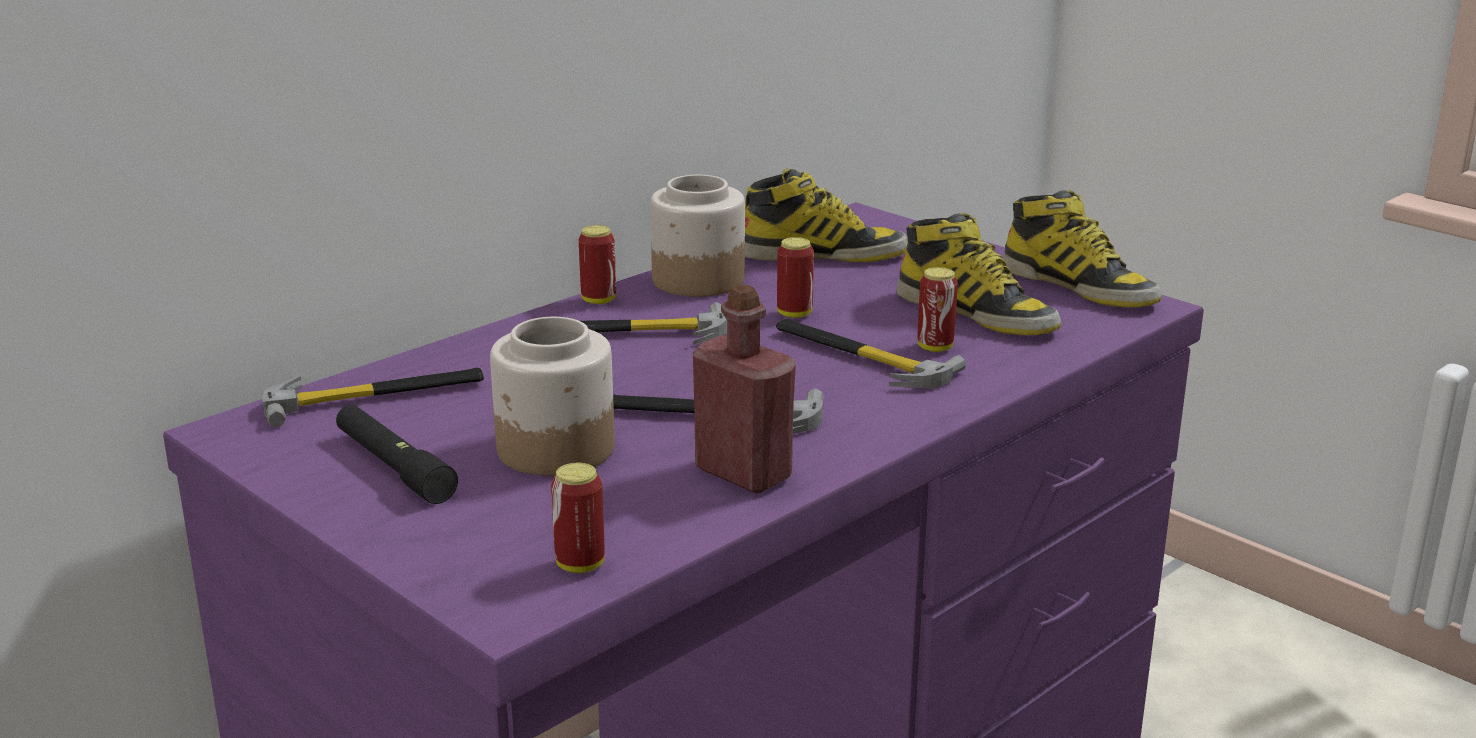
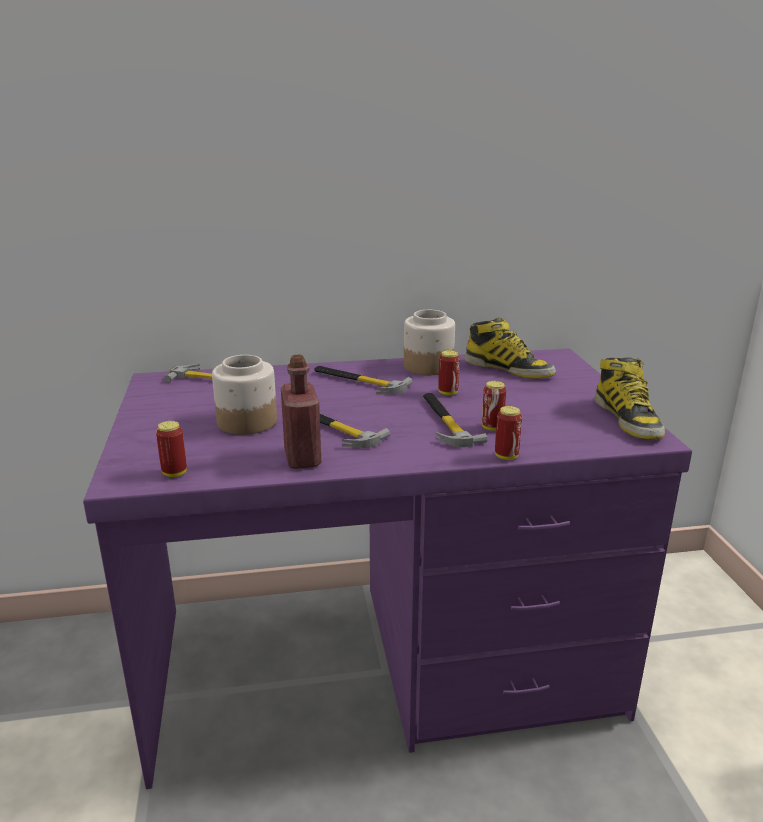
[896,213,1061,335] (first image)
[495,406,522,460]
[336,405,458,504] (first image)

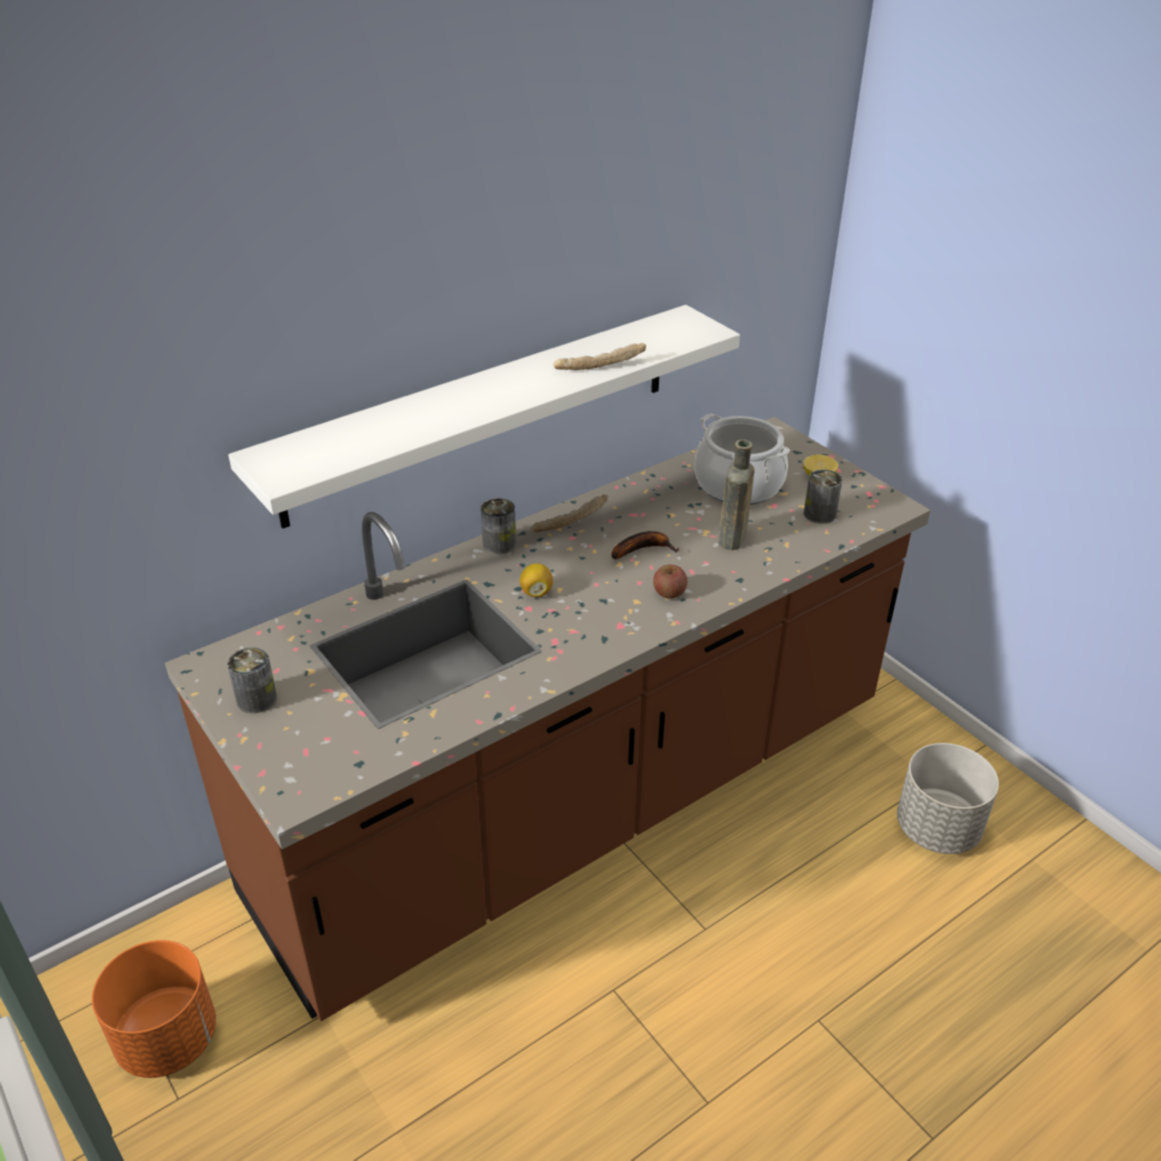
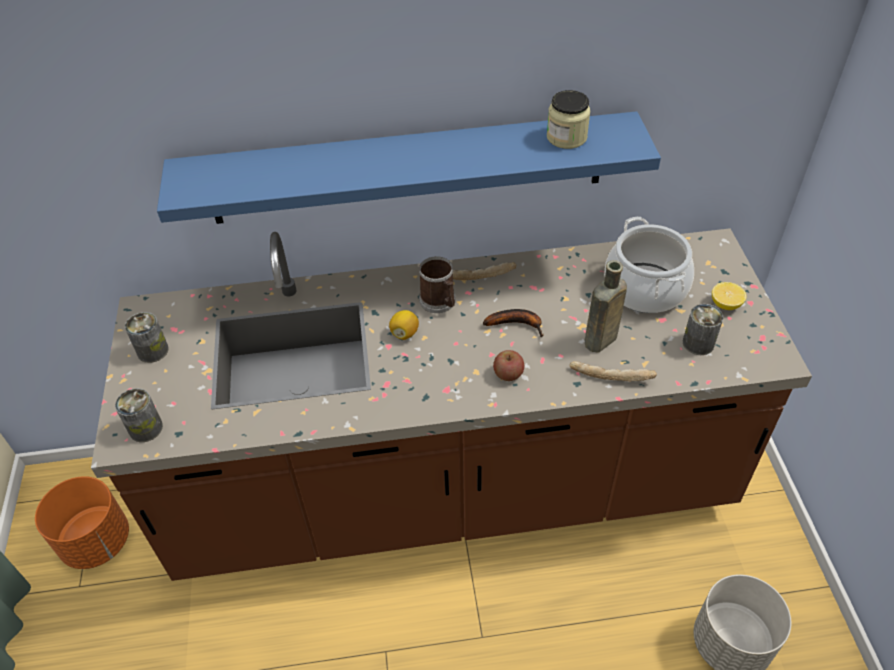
[157,111,661,224]
[569,361,657,382]
[115,388,163,442]
[547,90,591,149]
[419,256,456,313]

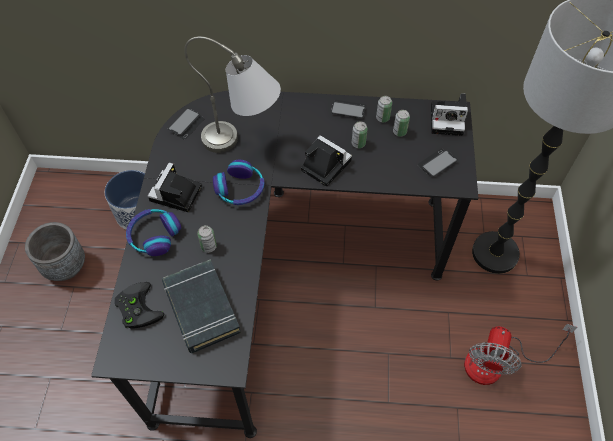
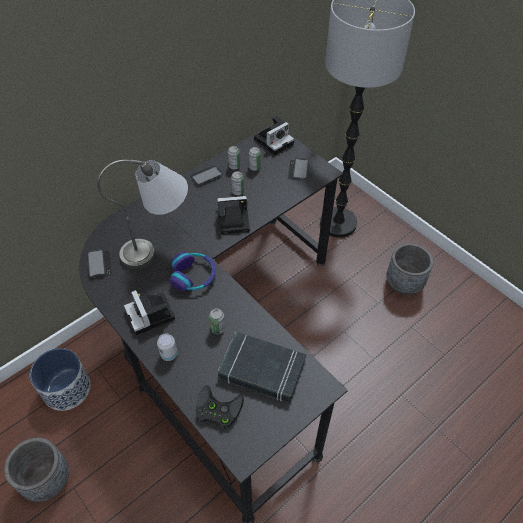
[157,334,177,361]
[387,243,434,295]

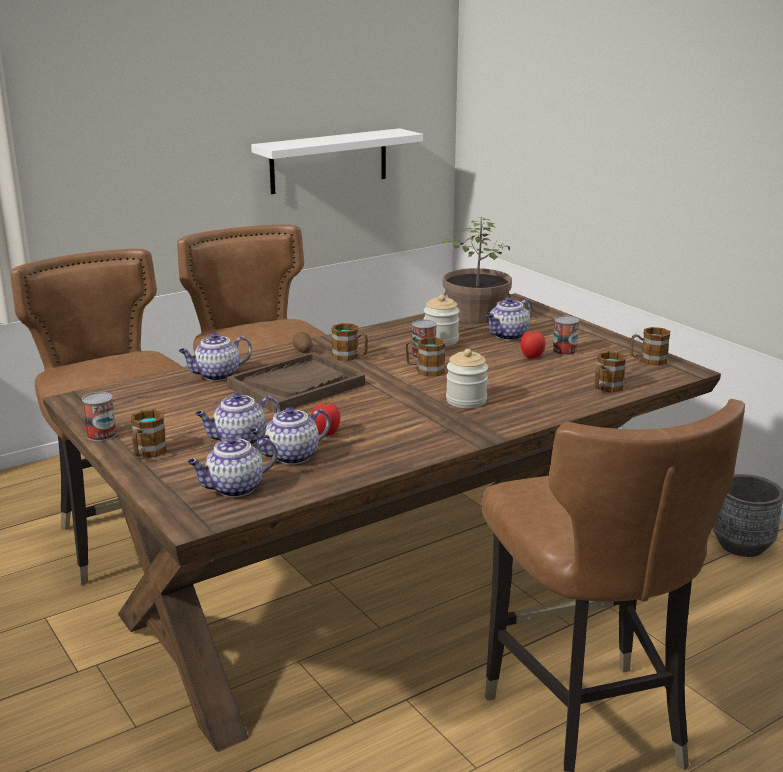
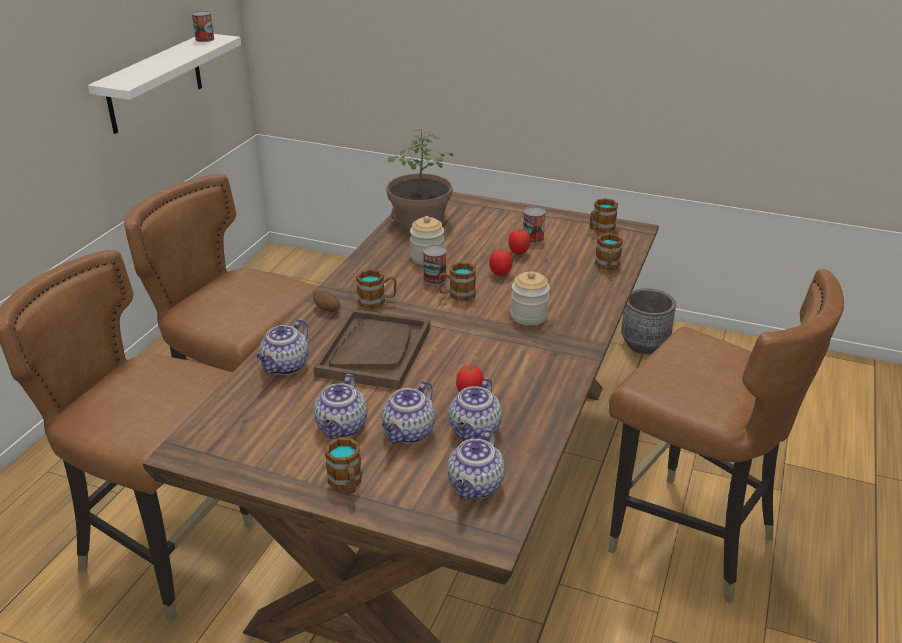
[314,374,367,439]
[191,11,214,42]
[489,249,513,276]

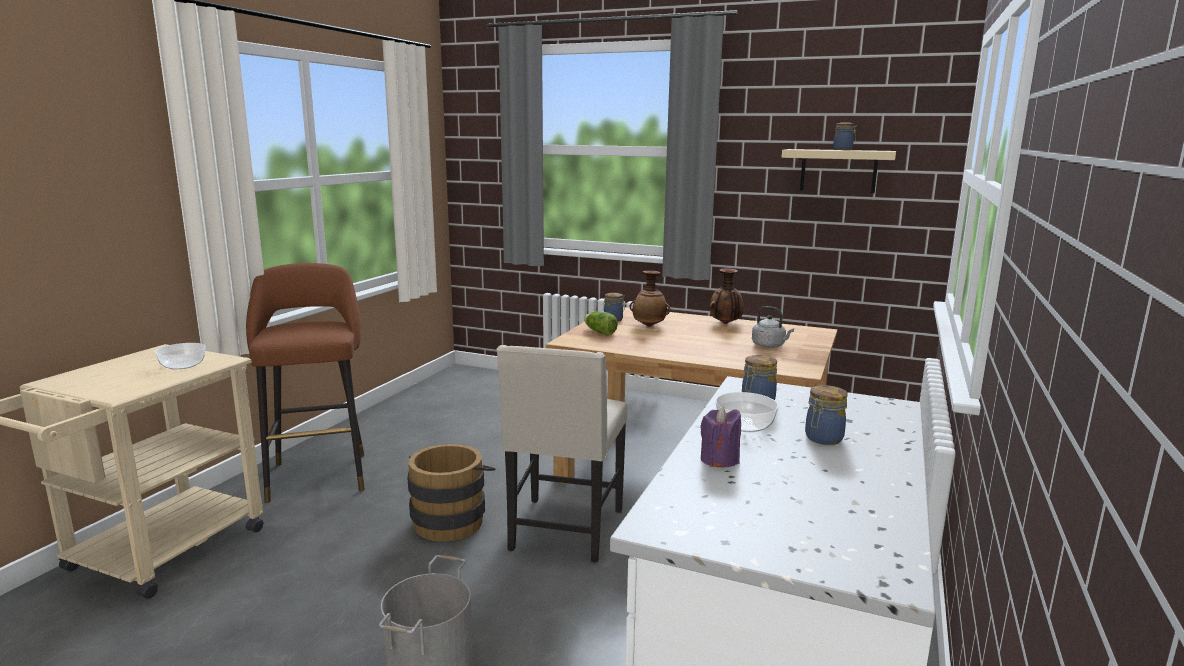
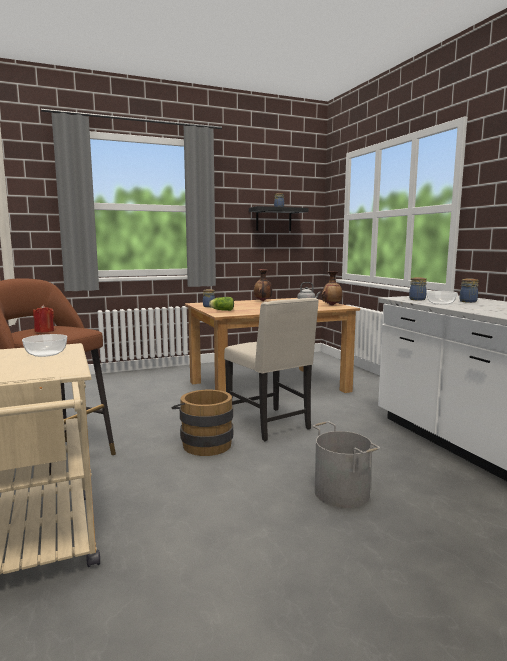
[249,206,309,231]
[322,272,343,306]
[700,407,741,467] (first image)
[33,305,54,333]

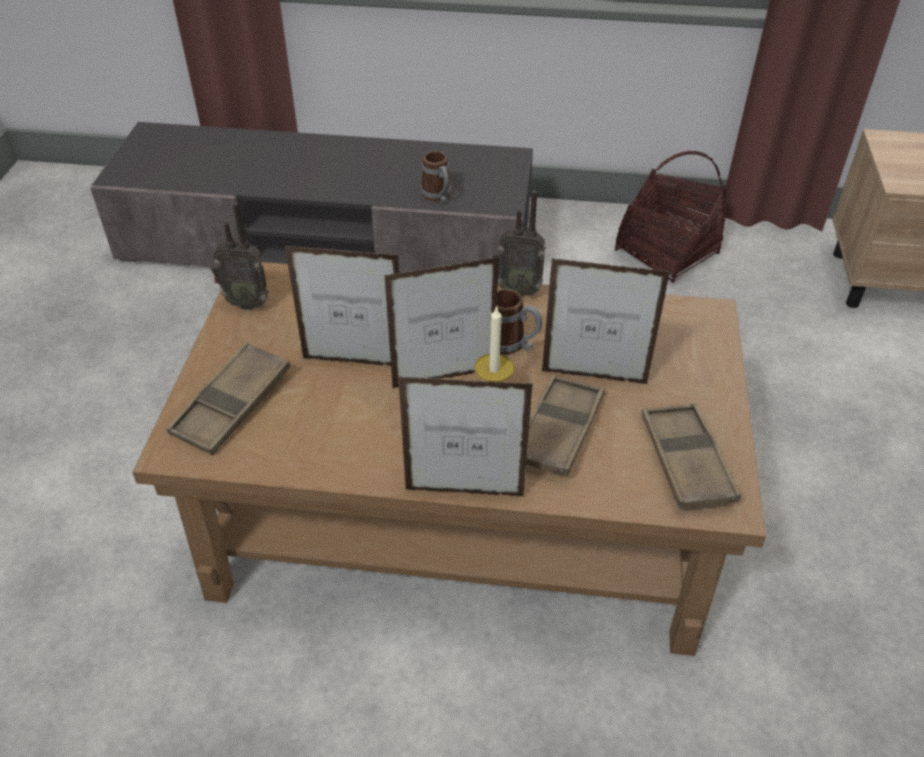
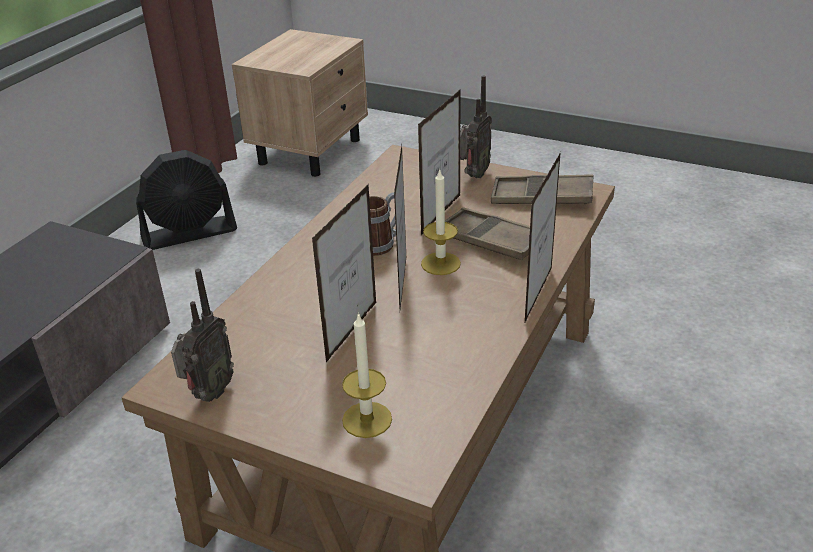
[421,151,451,202] (first image)
[136,150,237,250]
[460,76,492,178]
[342,312,392,438]

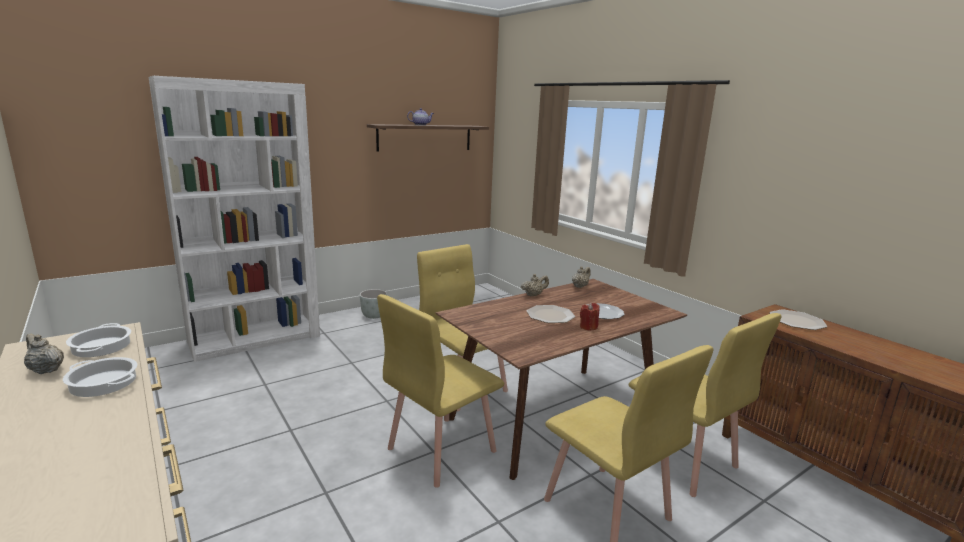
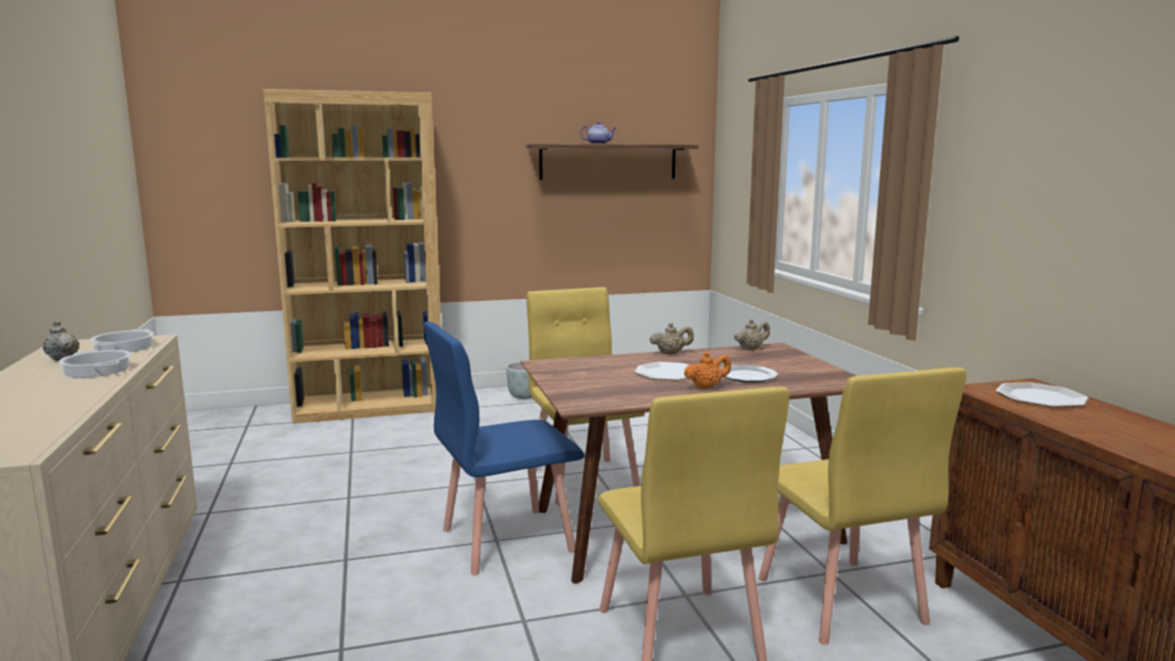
[263,89,441,424]
[424,322,584,576]
[684,352,731,389]

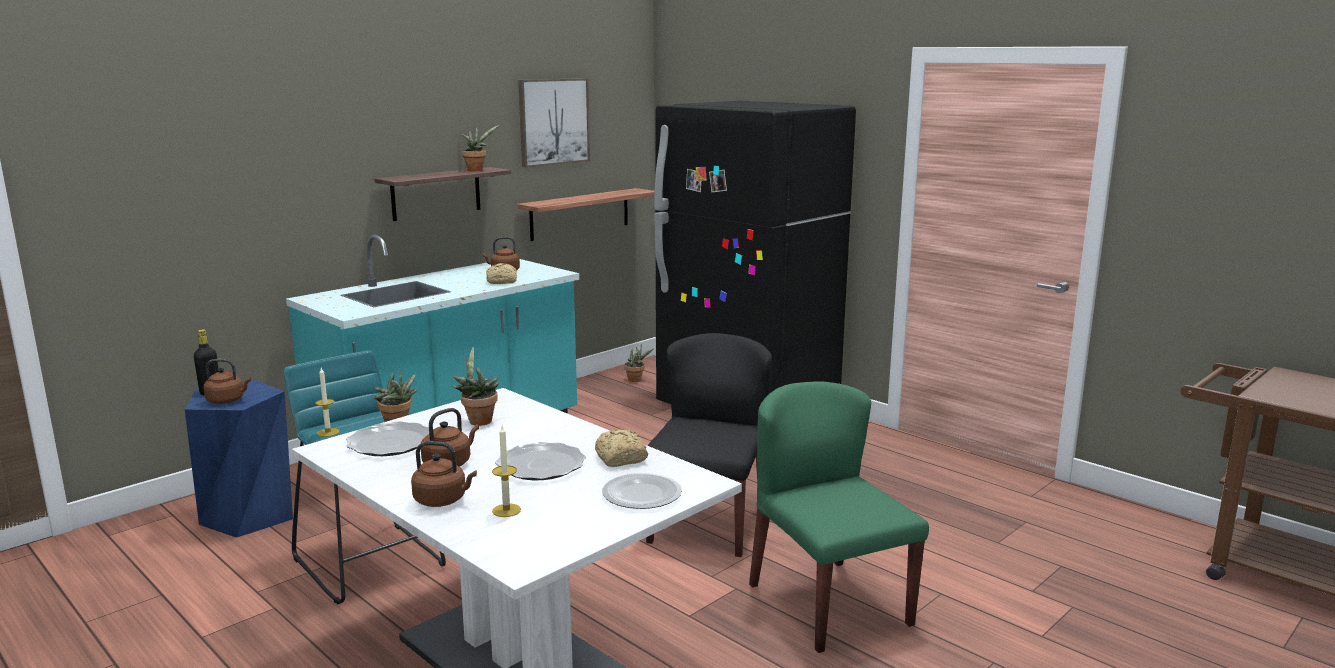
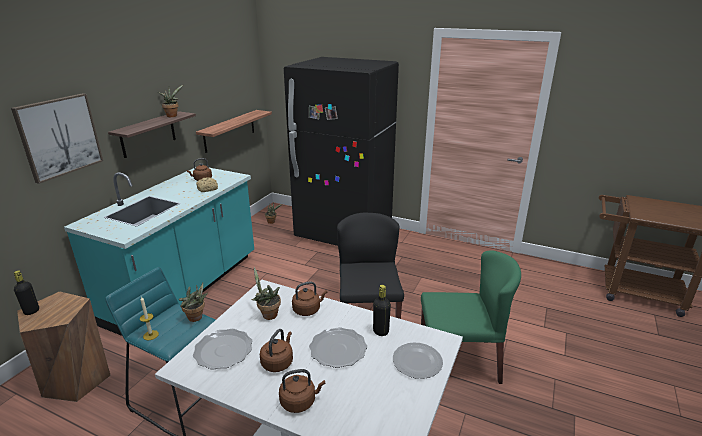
[11,93,103,184]
[292,281,327,316]
[17,291,111,402]
[421,250,521,384]
[492,426,521,517] (first image)
[373,285,391,336]

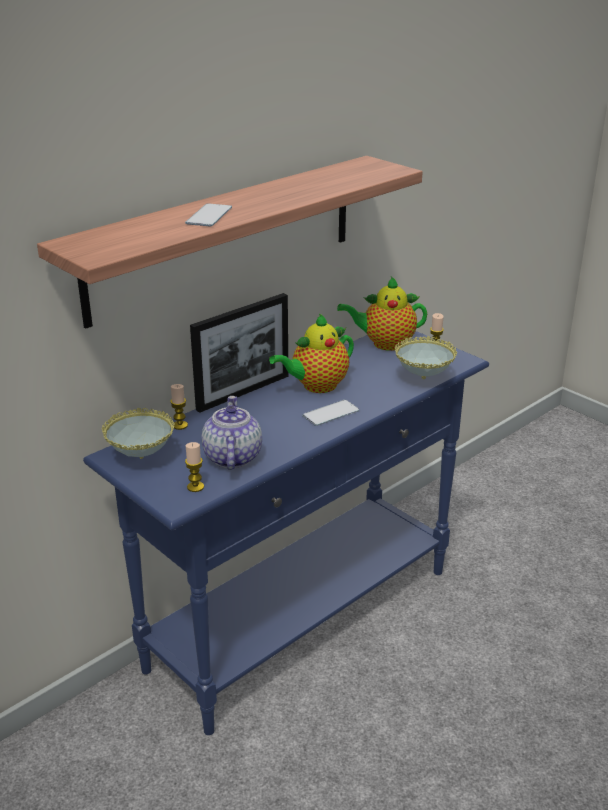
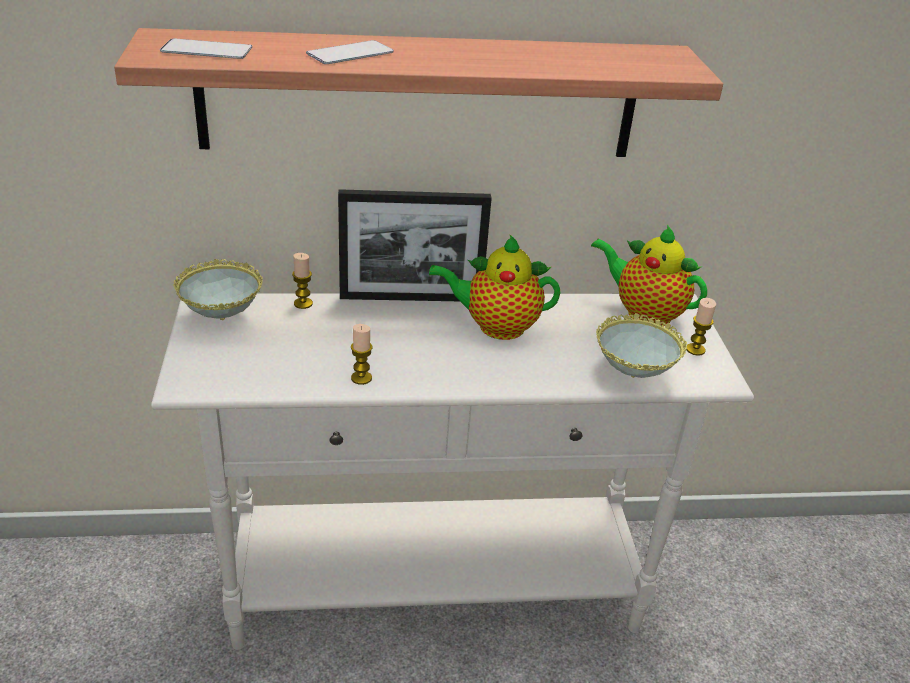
[151,293,754,650]
[202,396,262,470] (first image)
[160,38,252,59]
[351,324,372,385]

